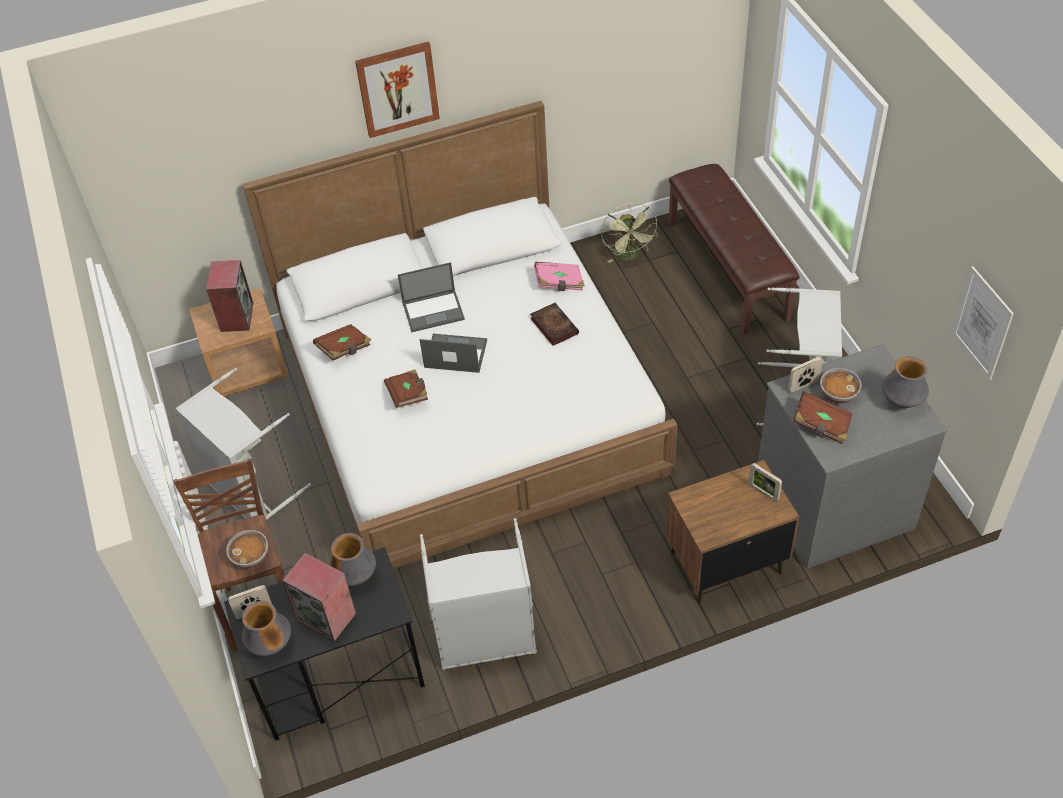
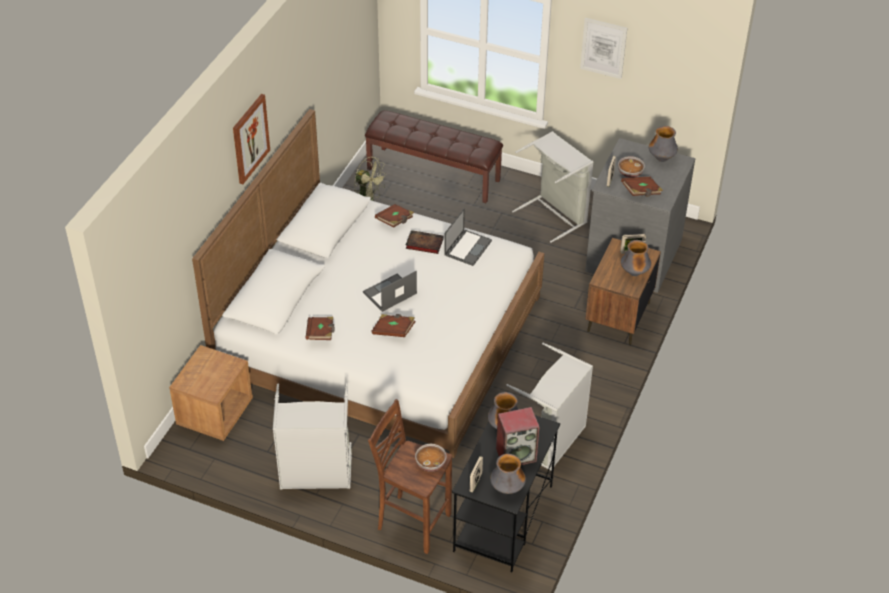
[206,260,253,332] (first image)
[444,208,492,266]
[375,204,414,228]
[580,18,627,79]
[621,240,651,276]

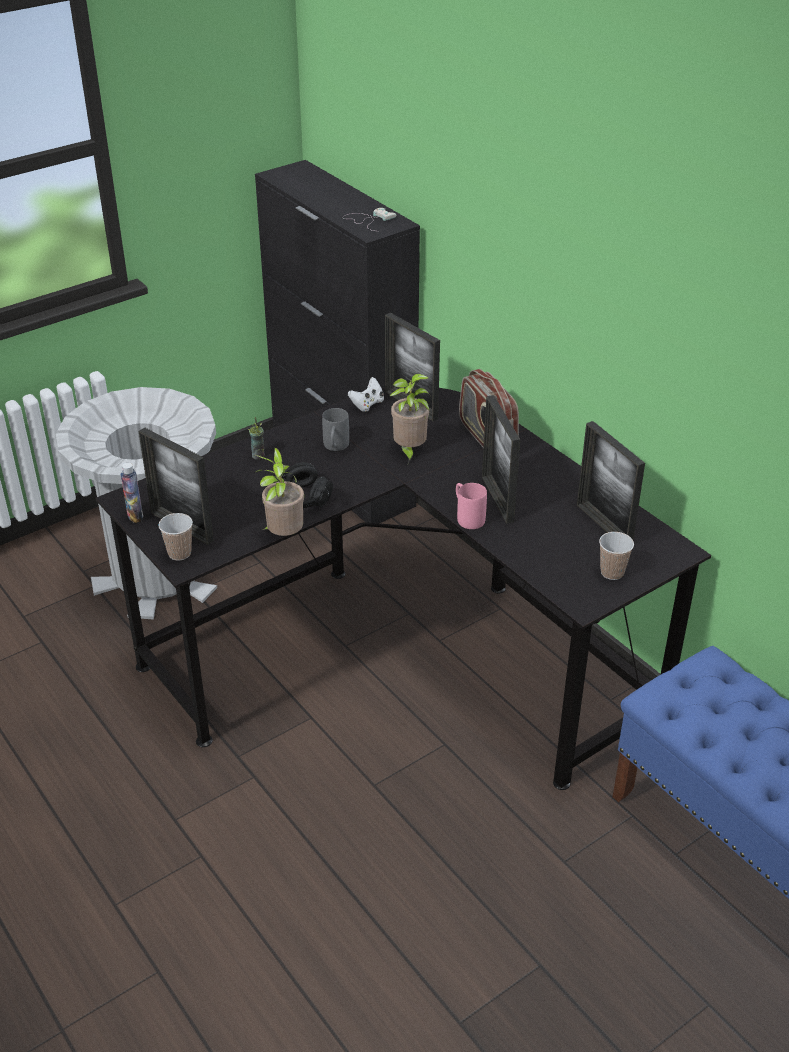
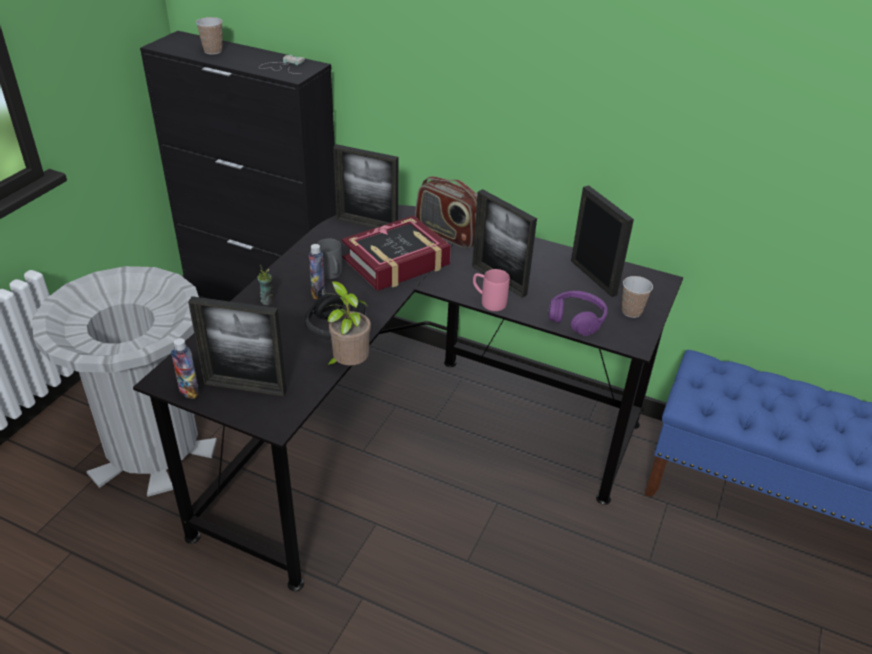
[342,215,451,291]
[348,377,384,412] (first image)
[571,185,634,297]
[196,17,223,55]
[309,244,325,299]
[548,291,608,336]

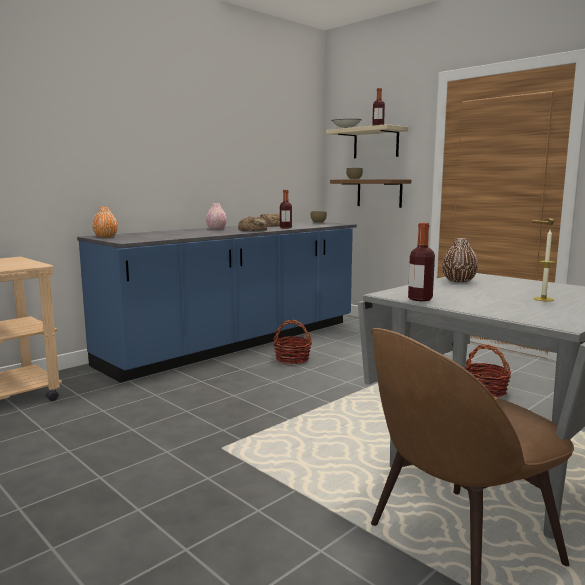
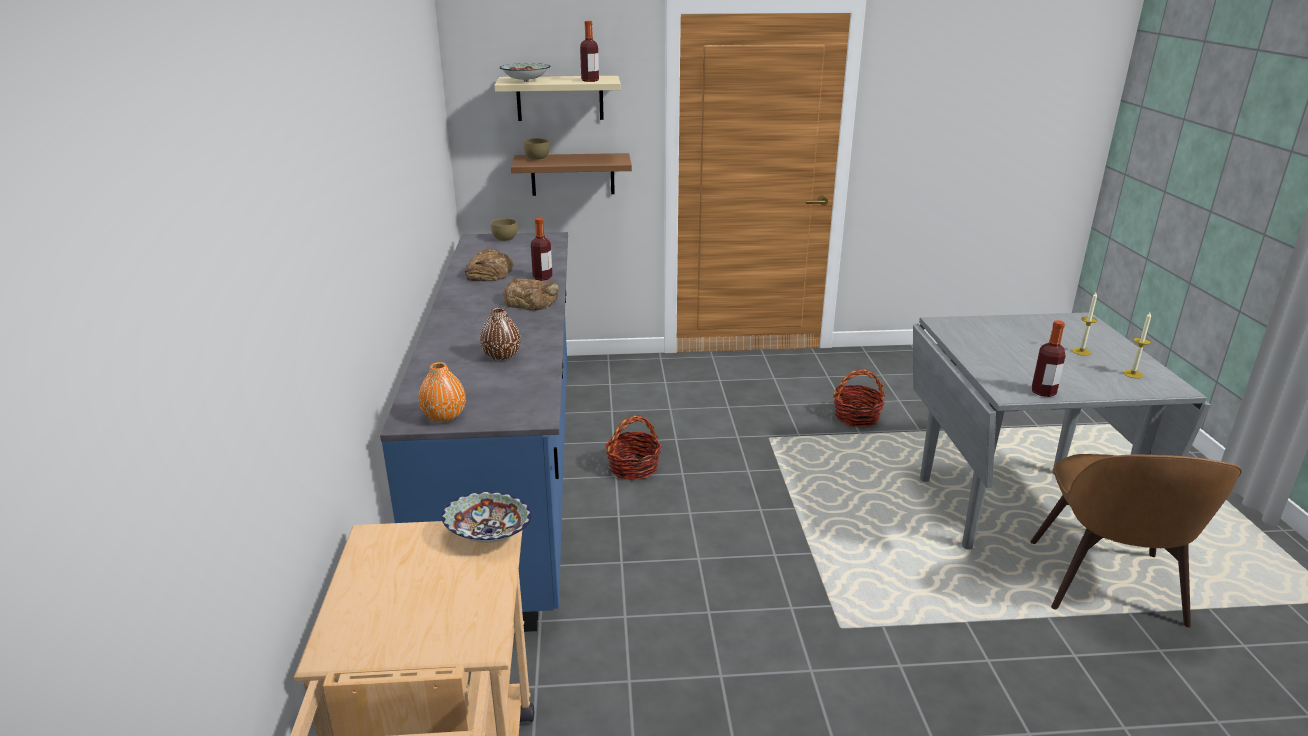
[206,203,227,230] (first image)
[480,308,521,360]
[1123,312,1151,379]
[442,492,531,543]

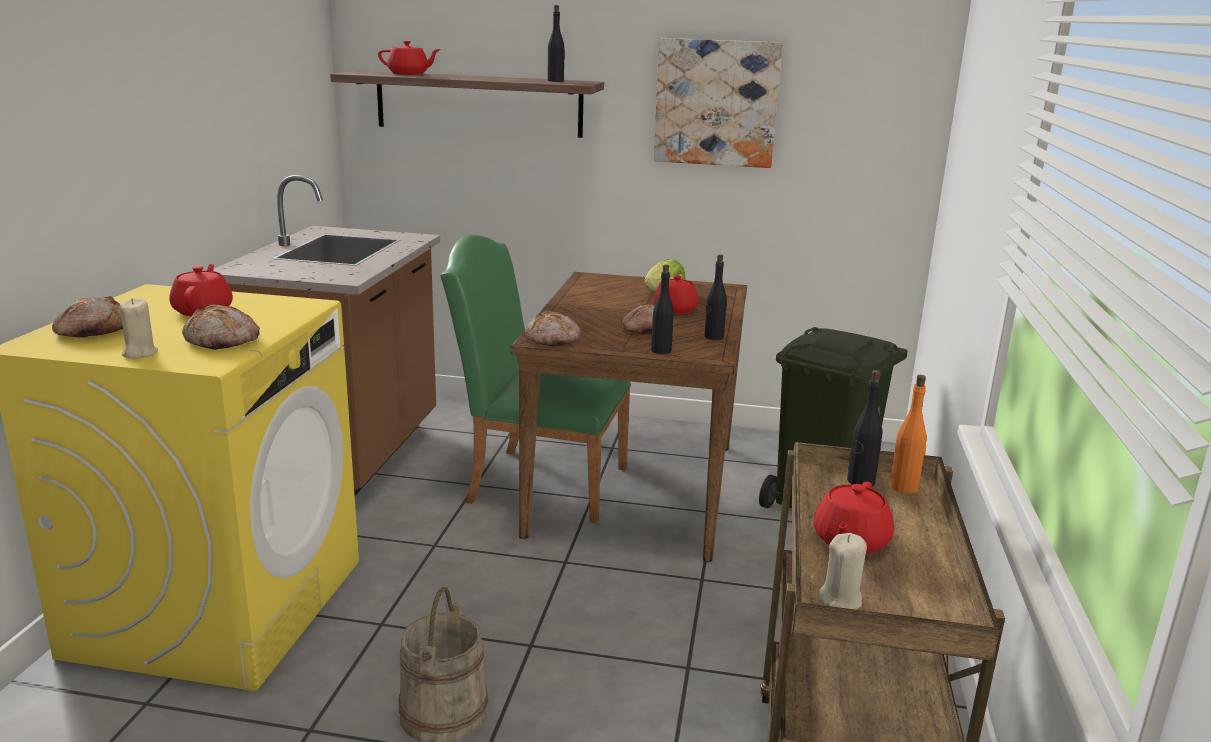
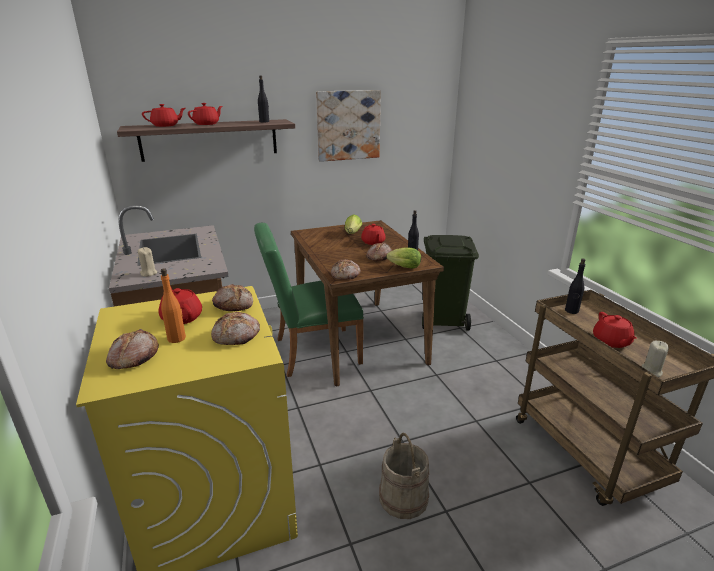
[386,247,421,269]
[138,247,157,277]
[161,268,186,343]
[188,103,222,125]
[212,284,253,311]

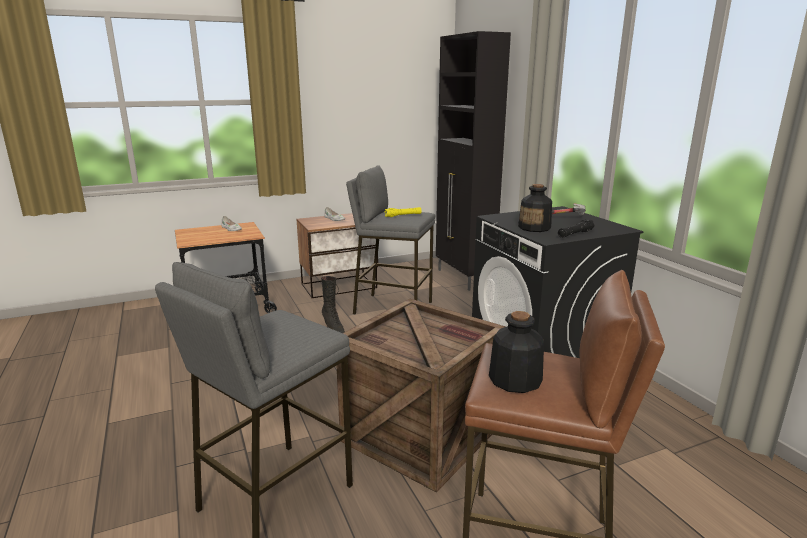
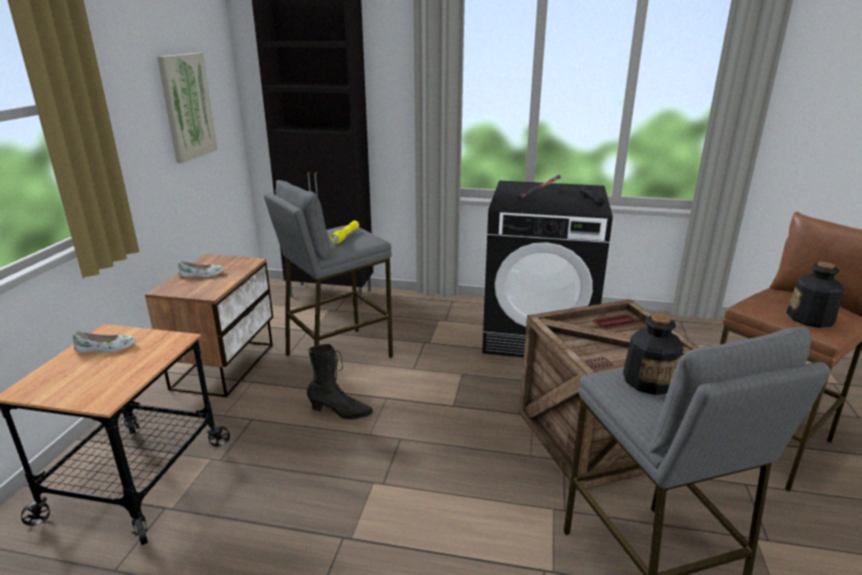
[623,314,683,395]
[157,53,218,163]

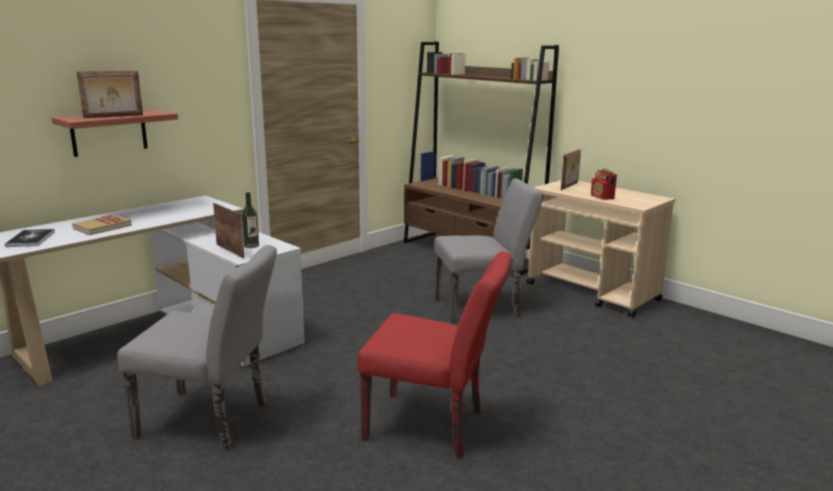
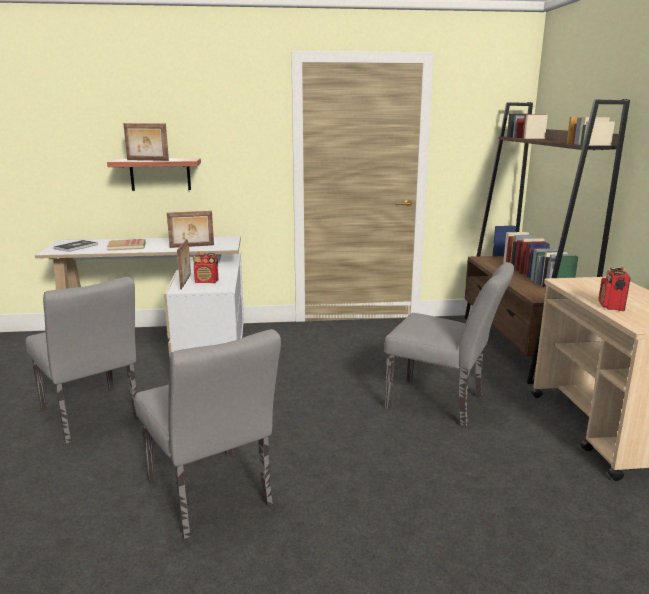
[167,211,214,248]
[193,251,219,283]
[135,329,281,539]

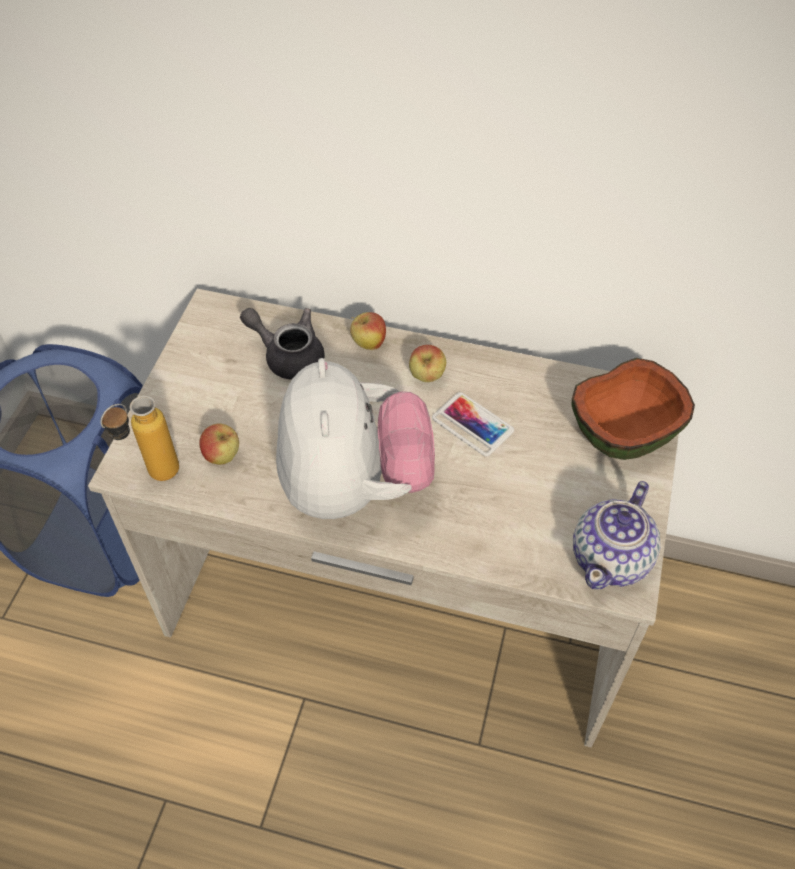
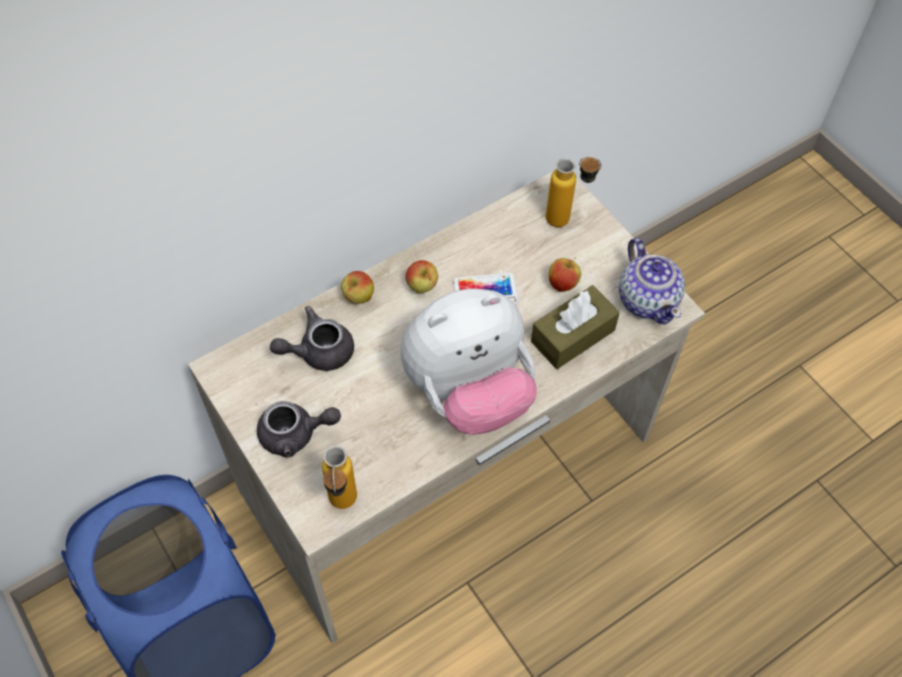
[401,289,537,435]
[546,156,602,227]
[549,257,581,292]
[531,285,620,369]
[257,401,341,457]

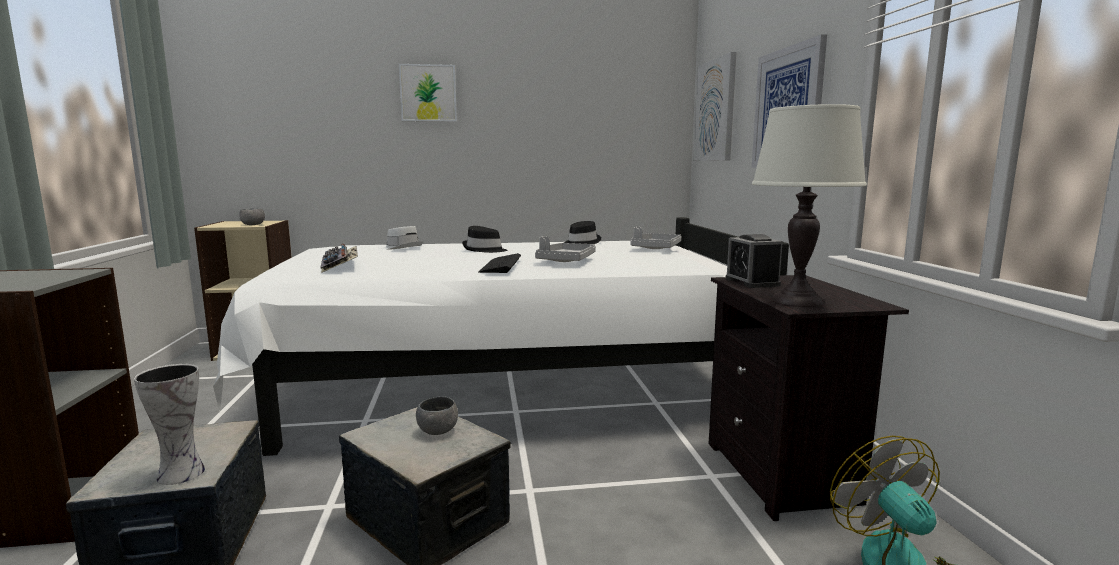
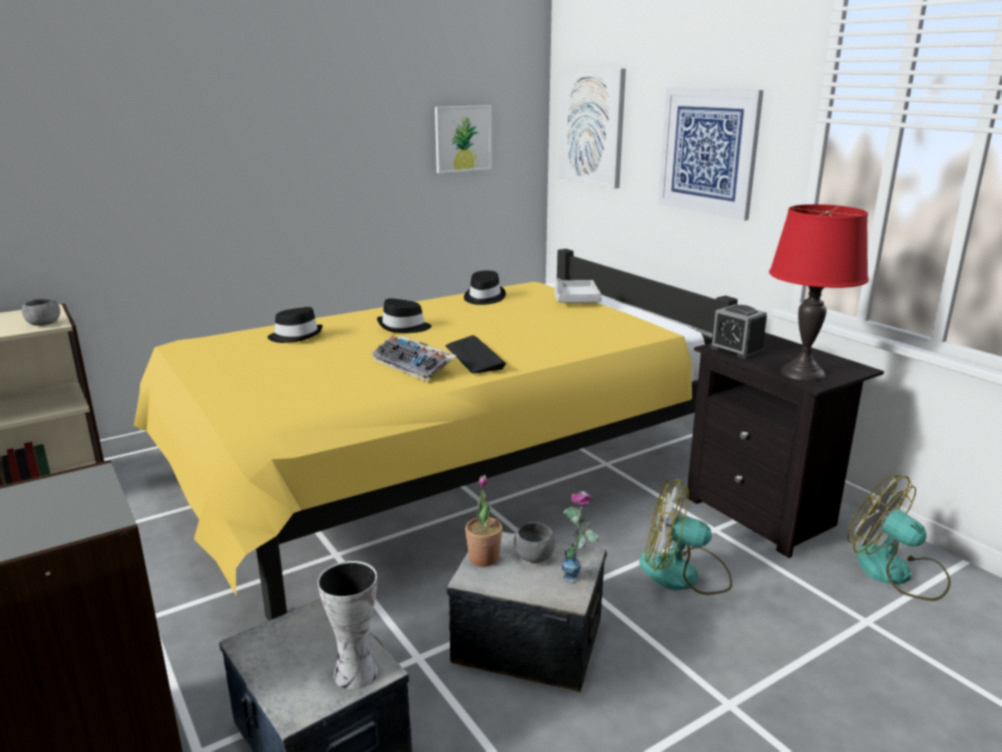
[435,105,492,173]
[769,204,869,381]
[134,249,738,621]
[268,307,323,343]
[535,236,596,262] (first image)
[371,335,457,382]
[465,475,502,567]
[639,479,732,595]
[562,491,599,583]

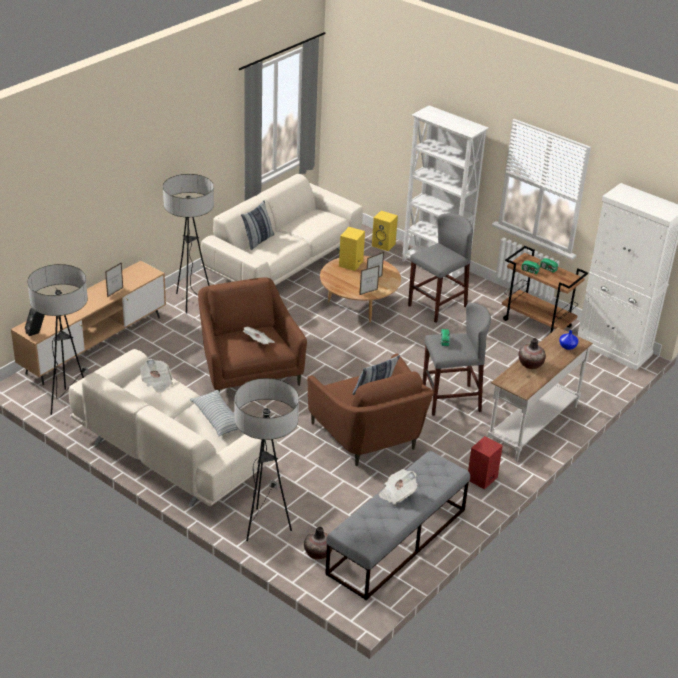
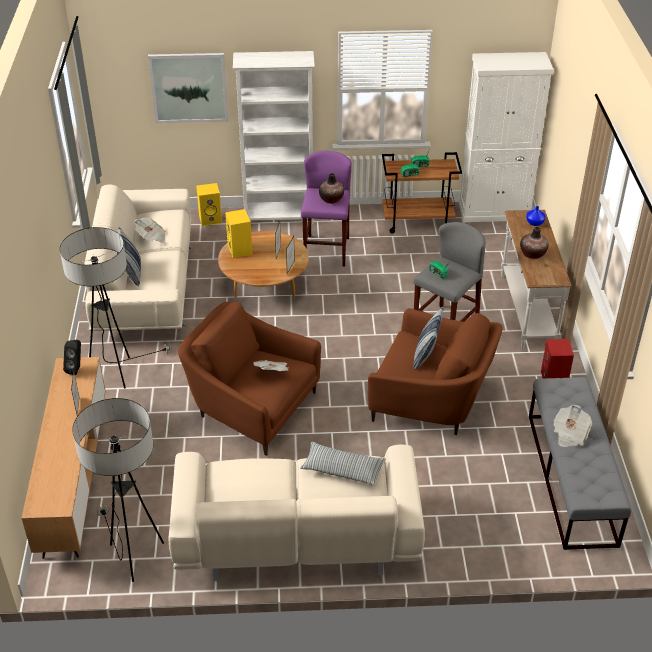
[301,151,352,266]
[63,340,81,375]
[134,218,166,243]
[234,378,299,541] (first image)
[319,173,344,204]
[148,53,228,123]

